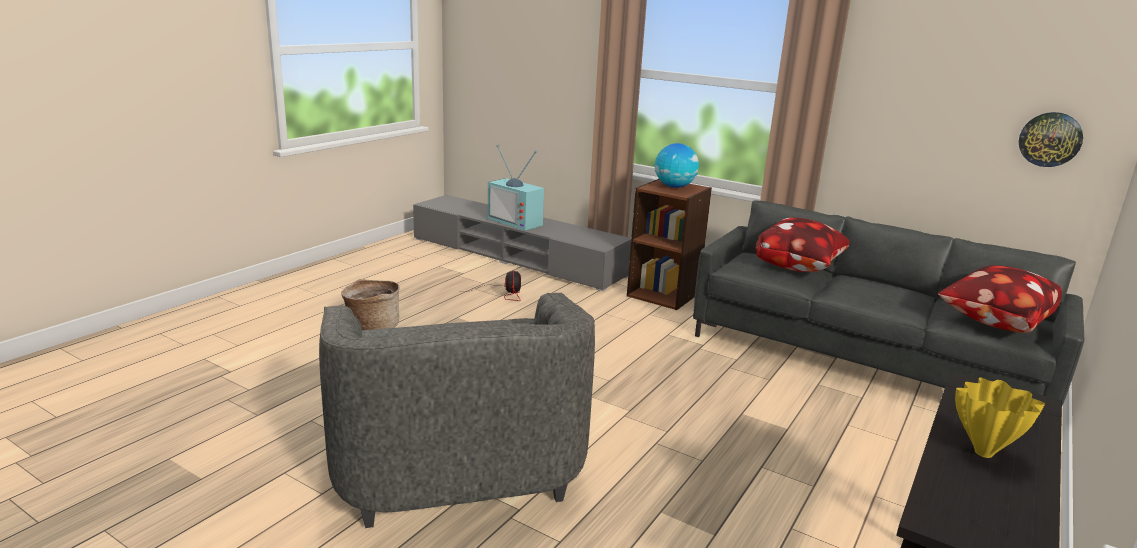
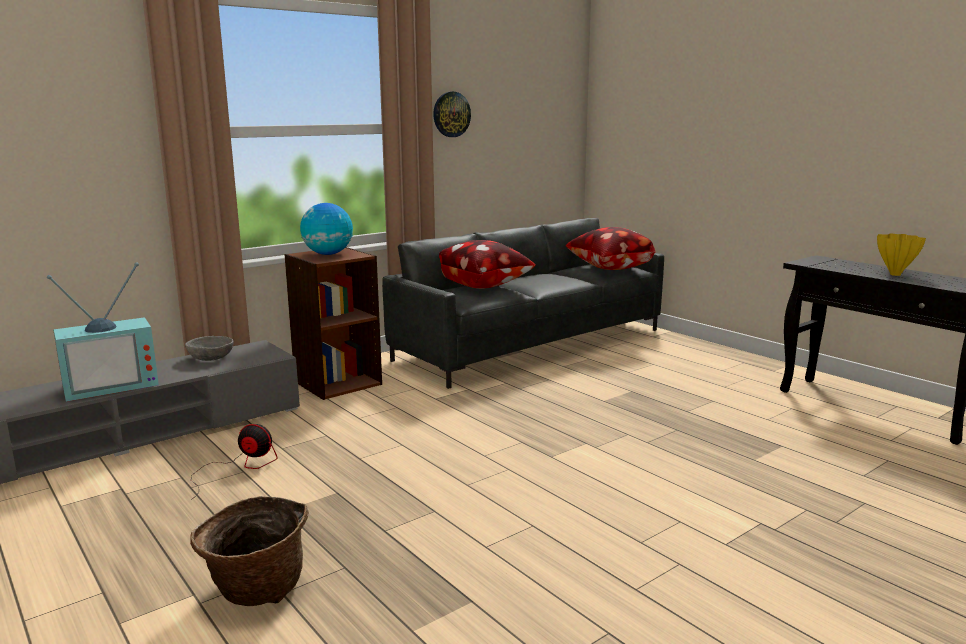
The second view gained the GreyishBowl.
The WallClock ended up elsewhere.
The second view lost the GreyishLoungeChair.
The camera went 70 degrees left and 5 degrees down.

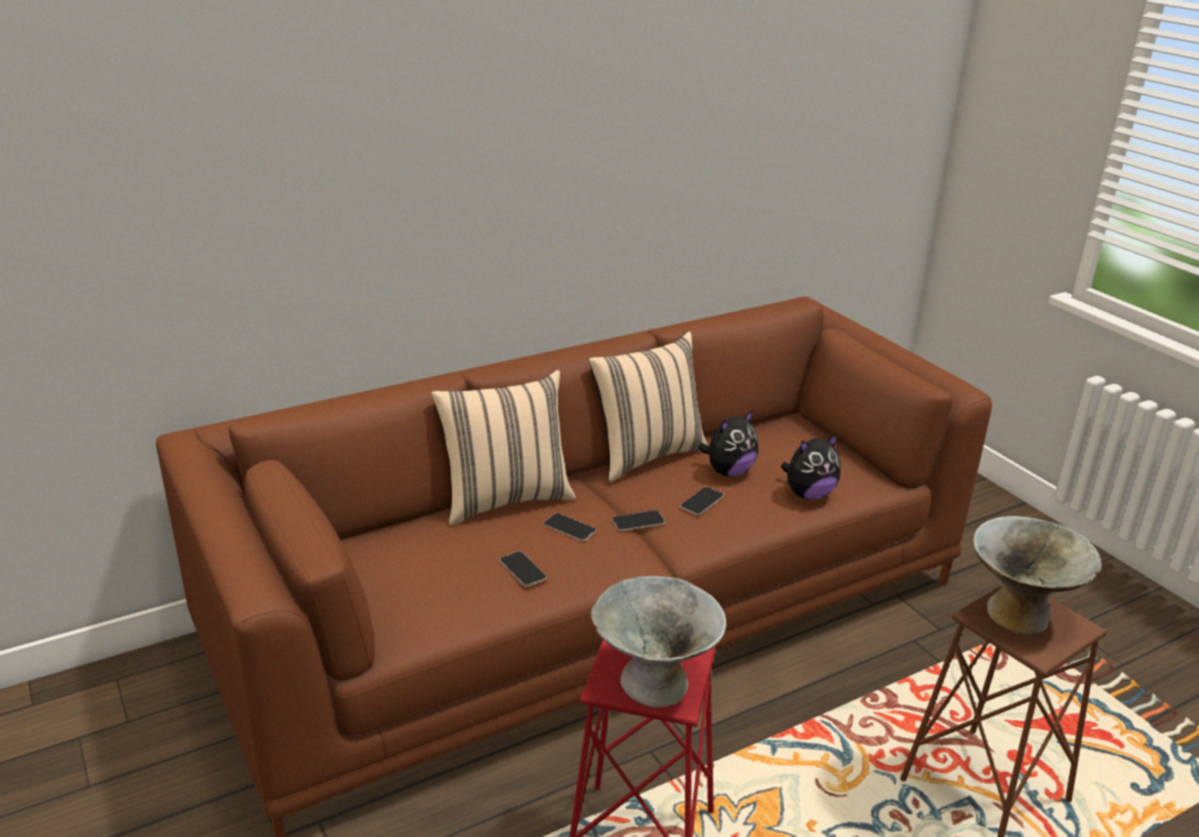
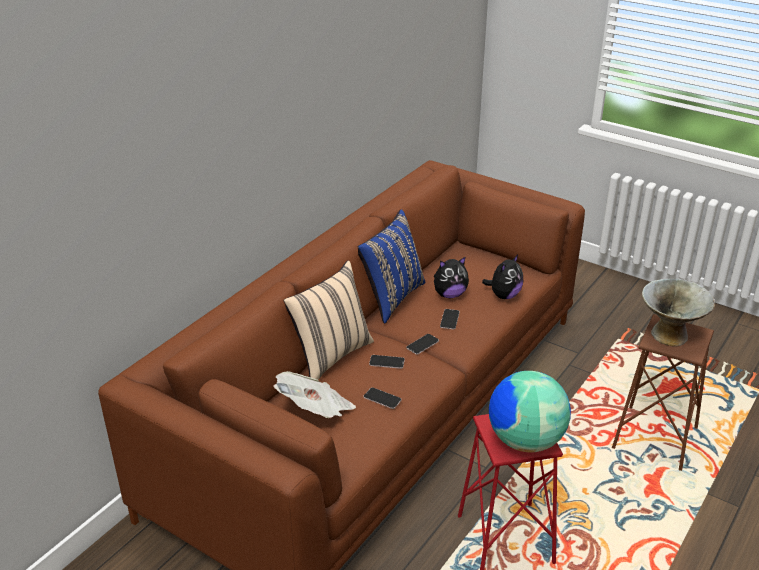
The second view gained the Newspaper.
What was the BeigeCushion (2nd from left) turned into the BlueCushion.
The PlushToy (1st from left) ended up facing another way, 45 degrees clockwise from before.
Where the GreyishBowl (1st from left) stood, the WorldGlobe came to stand.
The camera went 25 degrees left and 5 degrees up.

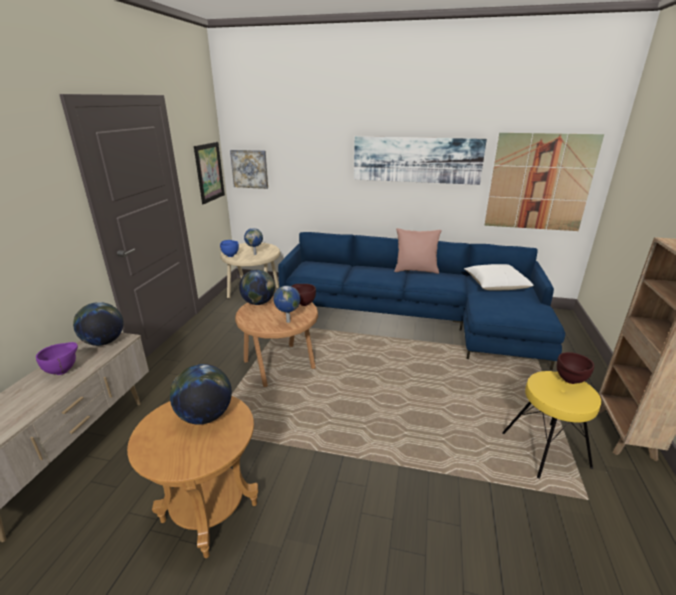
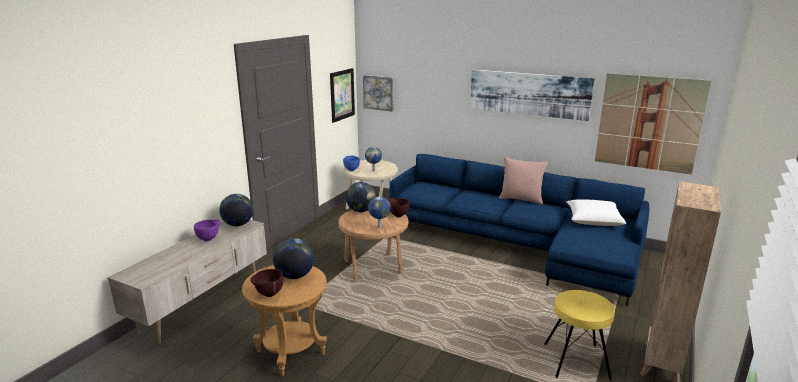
The BrownishBowl (2nd from left in the first image) ended up elsewhere.
The camera went 15 degrees right and 5 degrees down.

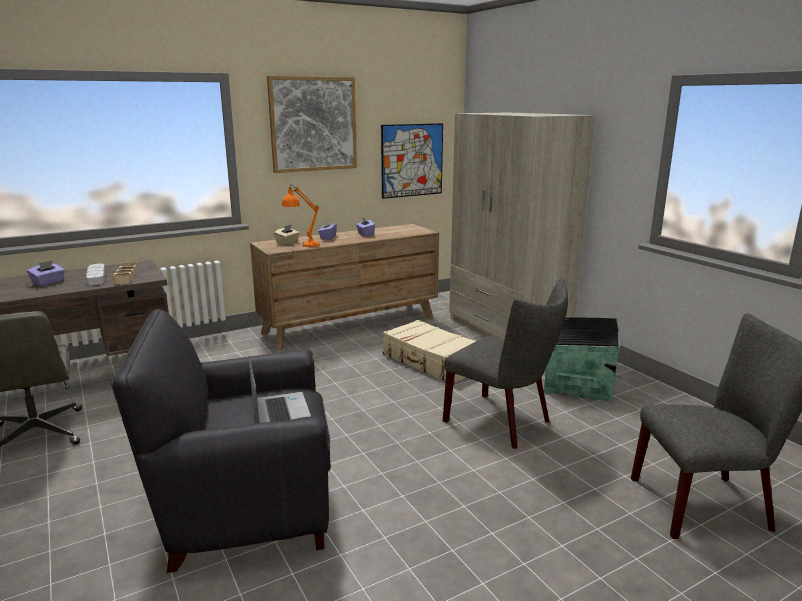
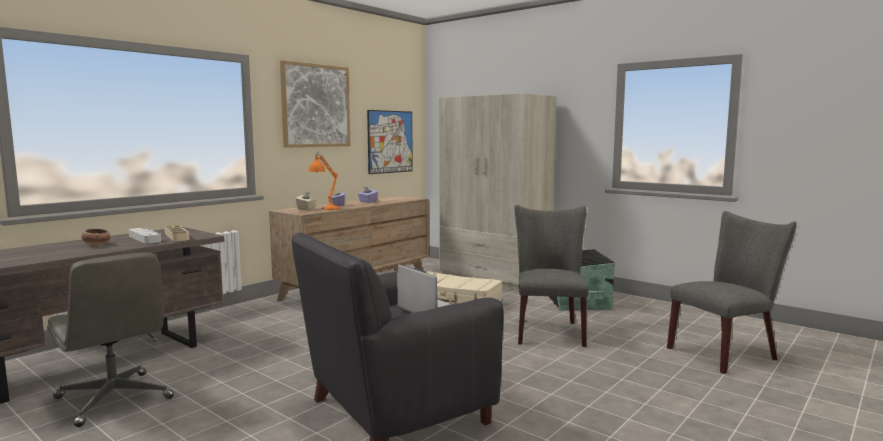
Where the PurpleColouredTissueBox (1st from left) stood, the Bowl came to stand.
The GreyishUprightChair (1st from left) ended up facing another way, 105 degrees counterclockwise from before.
The camera went 20 degrees left and 10 degrees down.

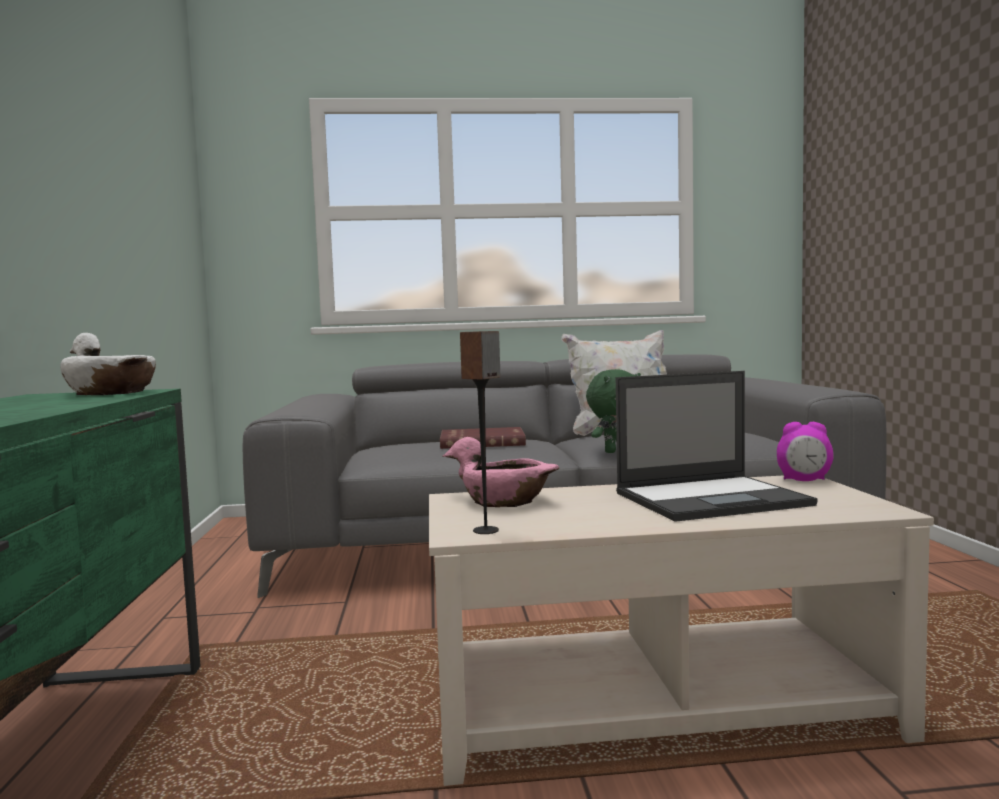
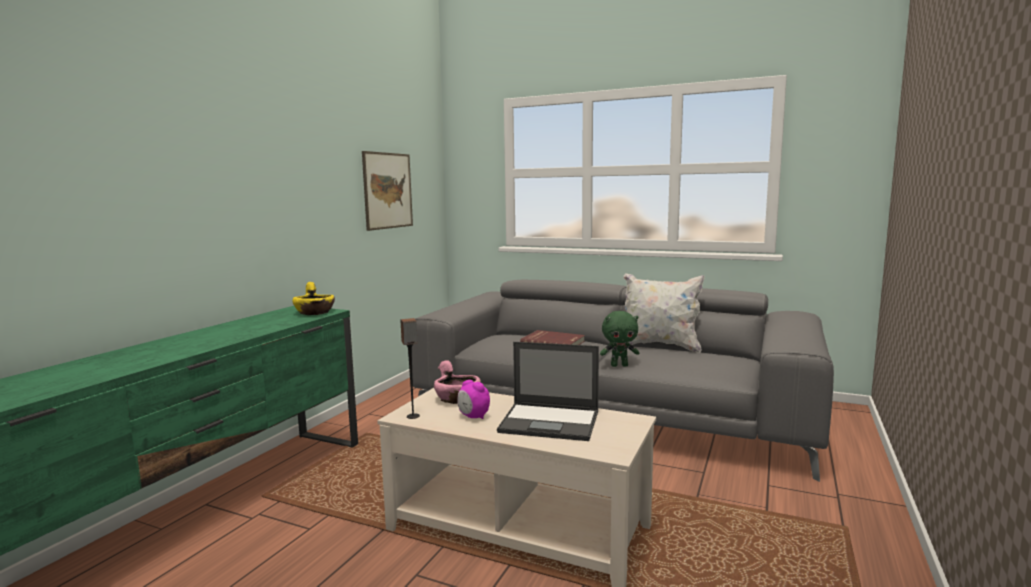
What was the WhiteColouredBowl turned into the YellowBowl.
The second view gained the WallArt.
The AlarmClock ended up elsewhere.
The camera went 30 degrees right and 5 degrees up.

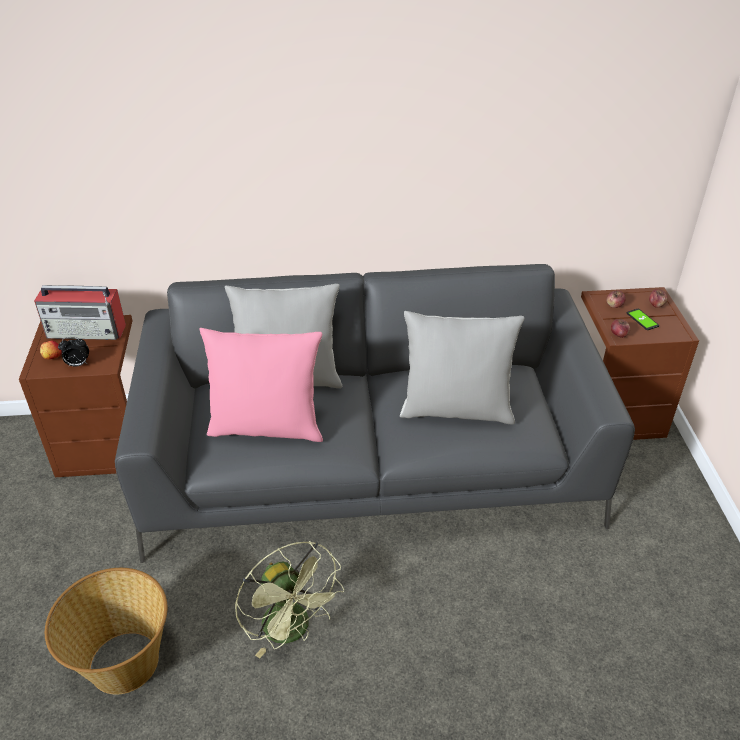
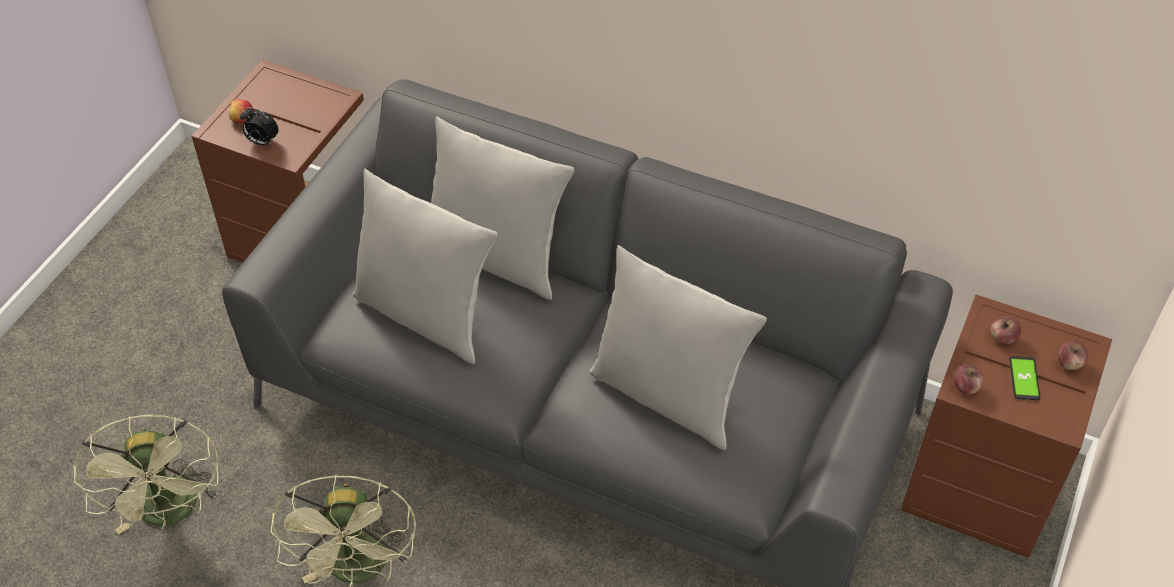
Where the StorageBasket stood, the GreenCoolingFan (1st from left) came to stand.
What was the PinkColouredCushion turned into the GreyishCushion (1st from left).
The second view lost the Radio.
The camera went 30 degrees right and 10 degrees up.

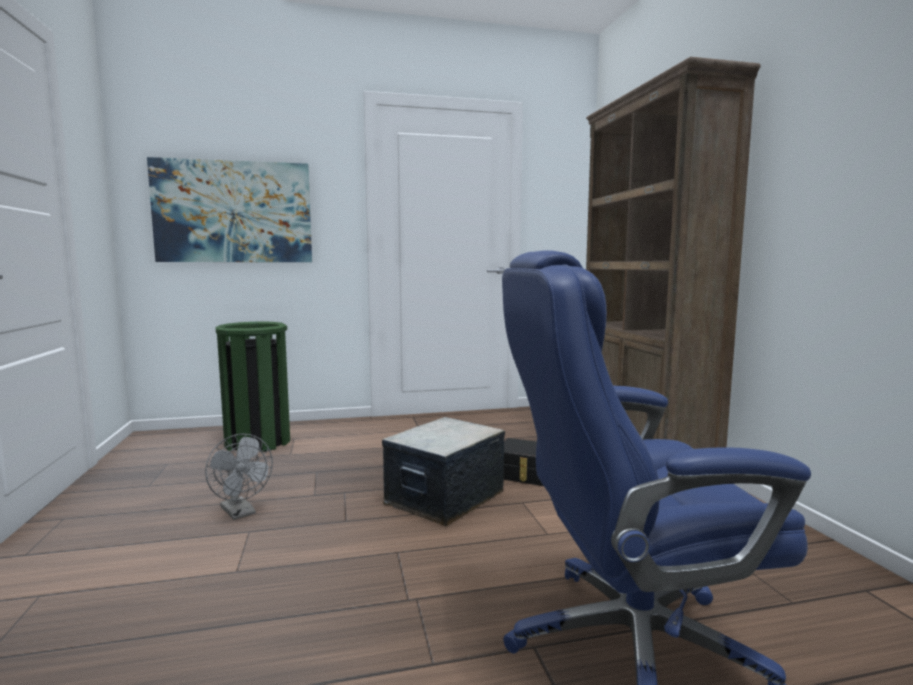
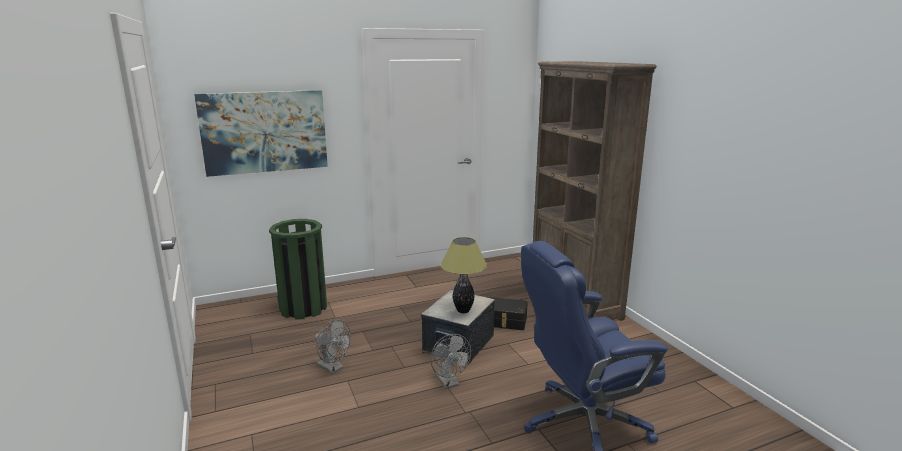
The second view gained the GreyishCoolingFan (2nd from left).
The second view gained the TableLamp.
The camera went 10 degrees left and 10 degrees up.

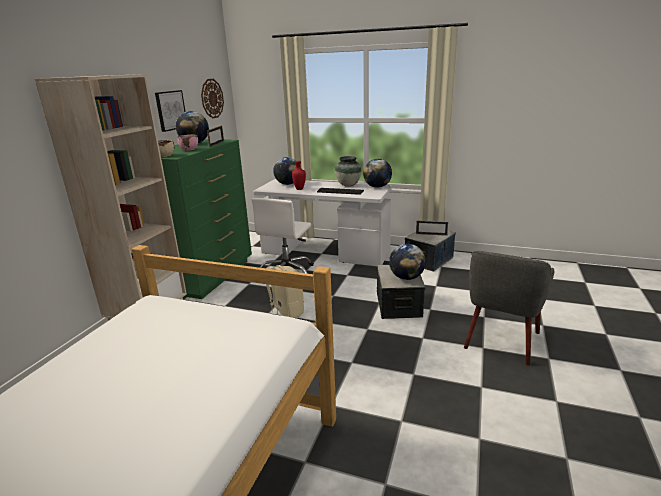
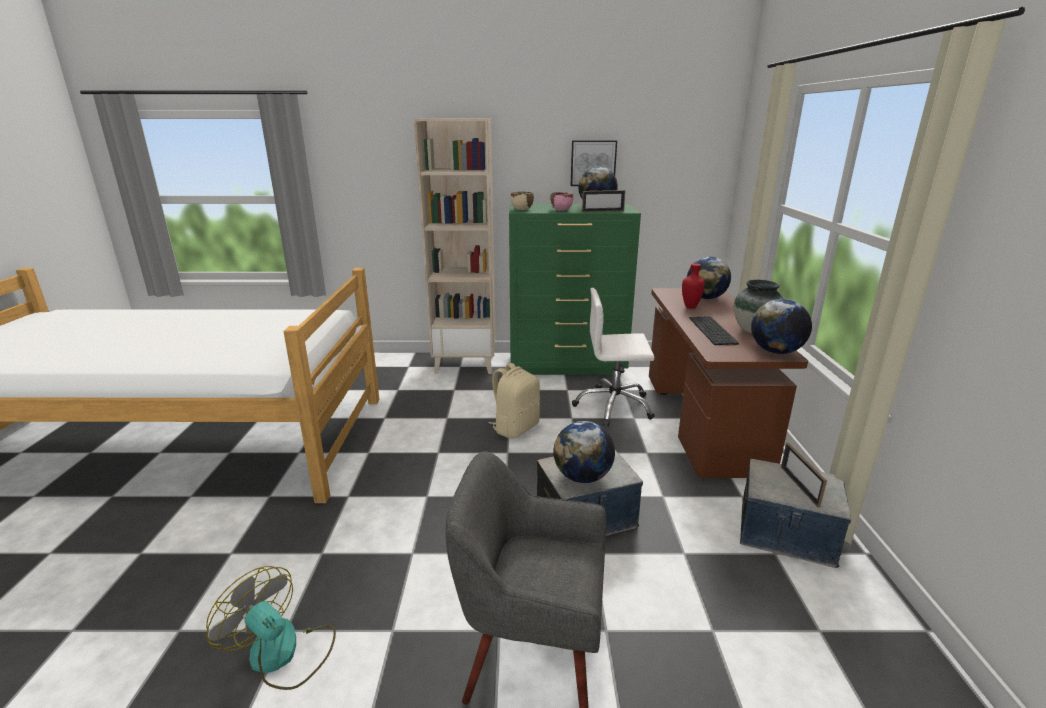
The second view gained the CoolingFan.
What was the WhiteColouredDeskUnit turned into the BrownishDeskUnit.
The second view lost the WallClock.
The camera went 70 degrees right and 0 degrees up.

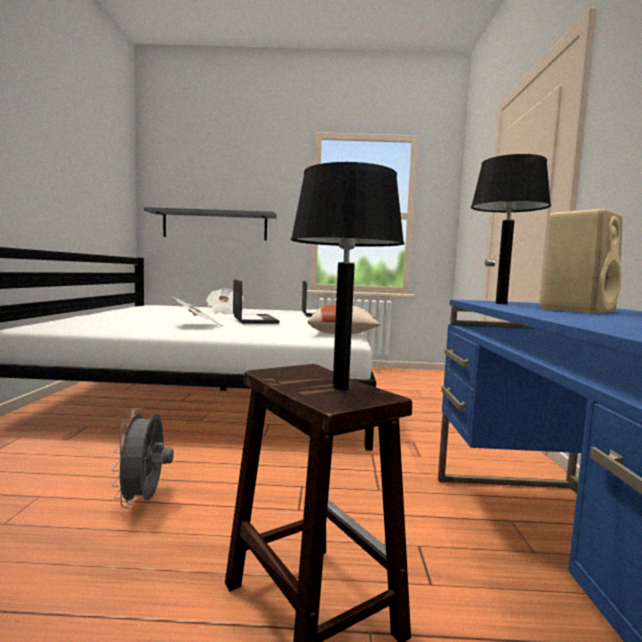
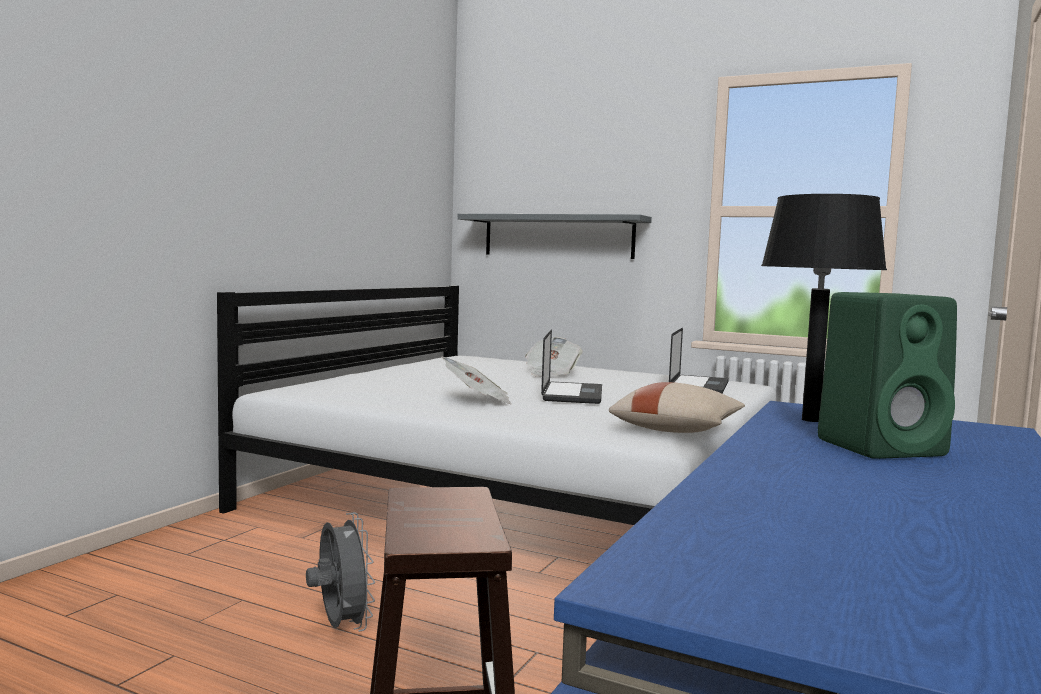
The GreyishCoolingFan ended up facing another way, 135 degrees clockwise from before.
What was the BeigeAudioSpeaker turned into the GreenAudioSpeaker.
The second view lost the BlackishTableLamp (1st from left).
The camera went 25 degrees right and 0 degrees up.

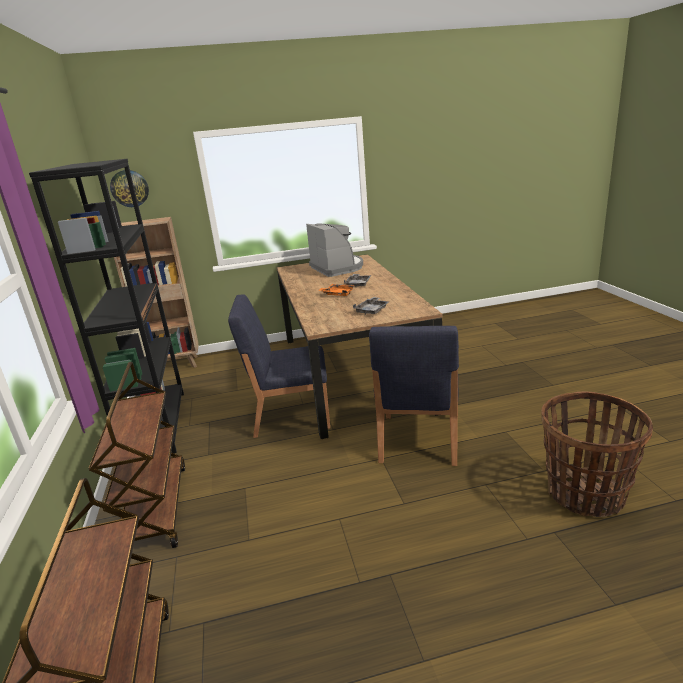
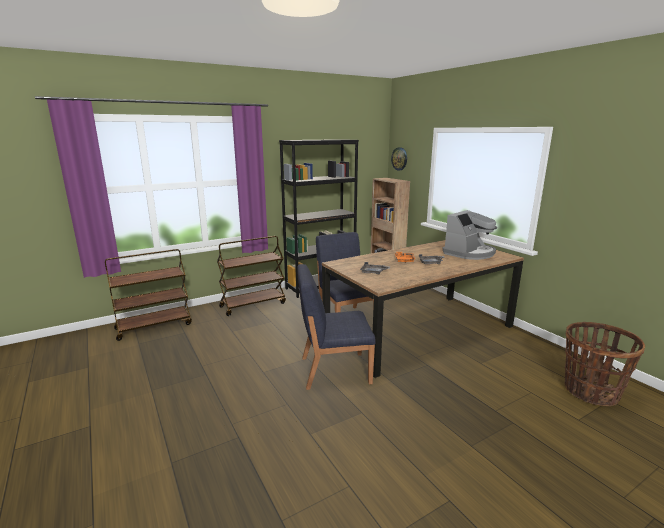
The StorageBasket ended up elsewhere.
The camera went 70 degrees right and 5 degrees down.

